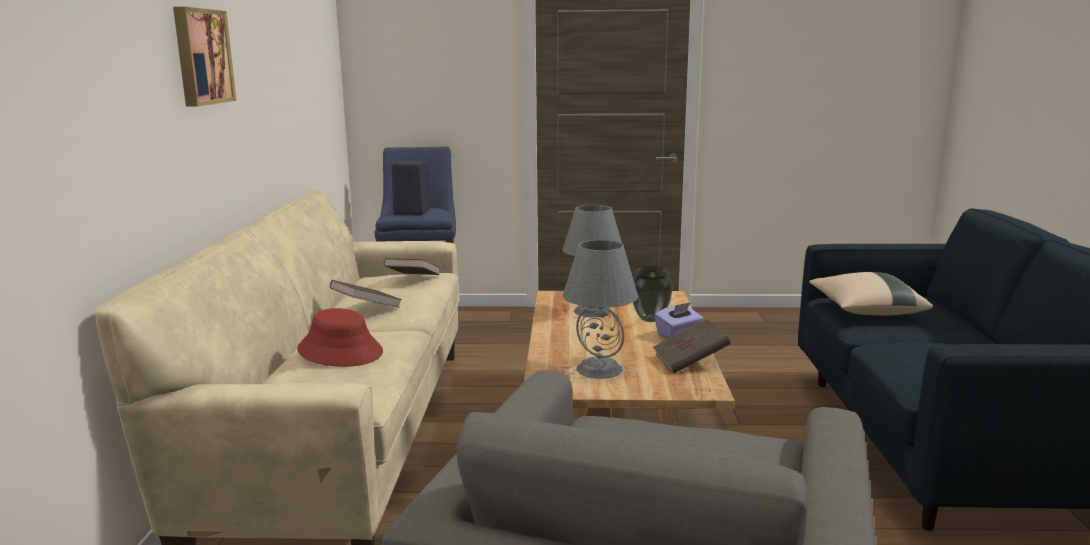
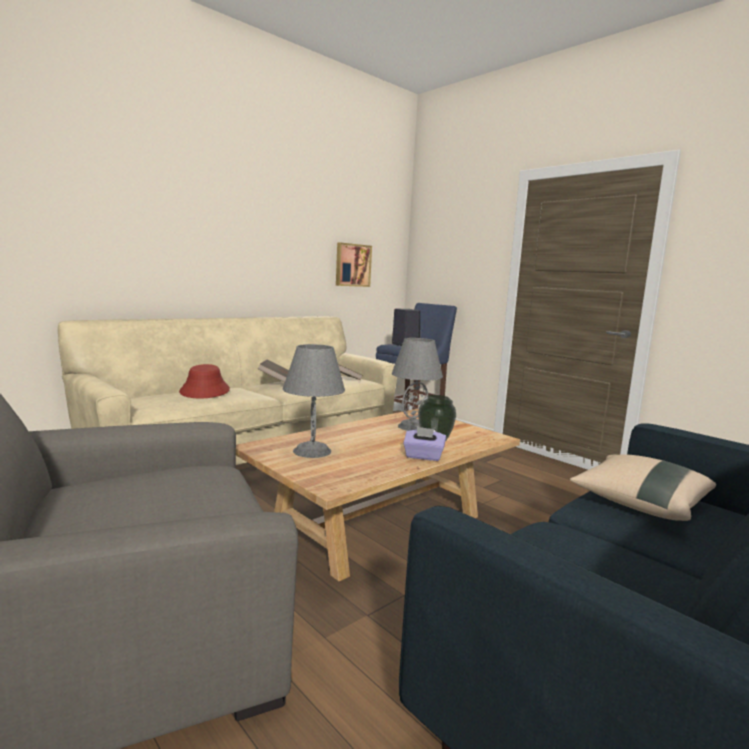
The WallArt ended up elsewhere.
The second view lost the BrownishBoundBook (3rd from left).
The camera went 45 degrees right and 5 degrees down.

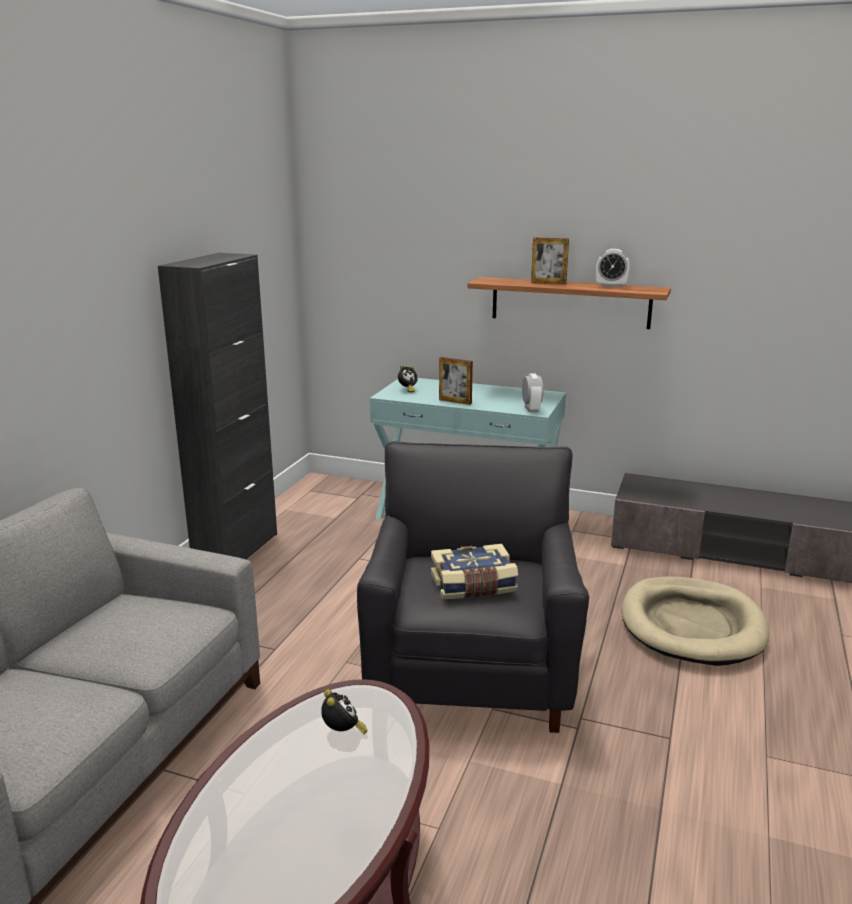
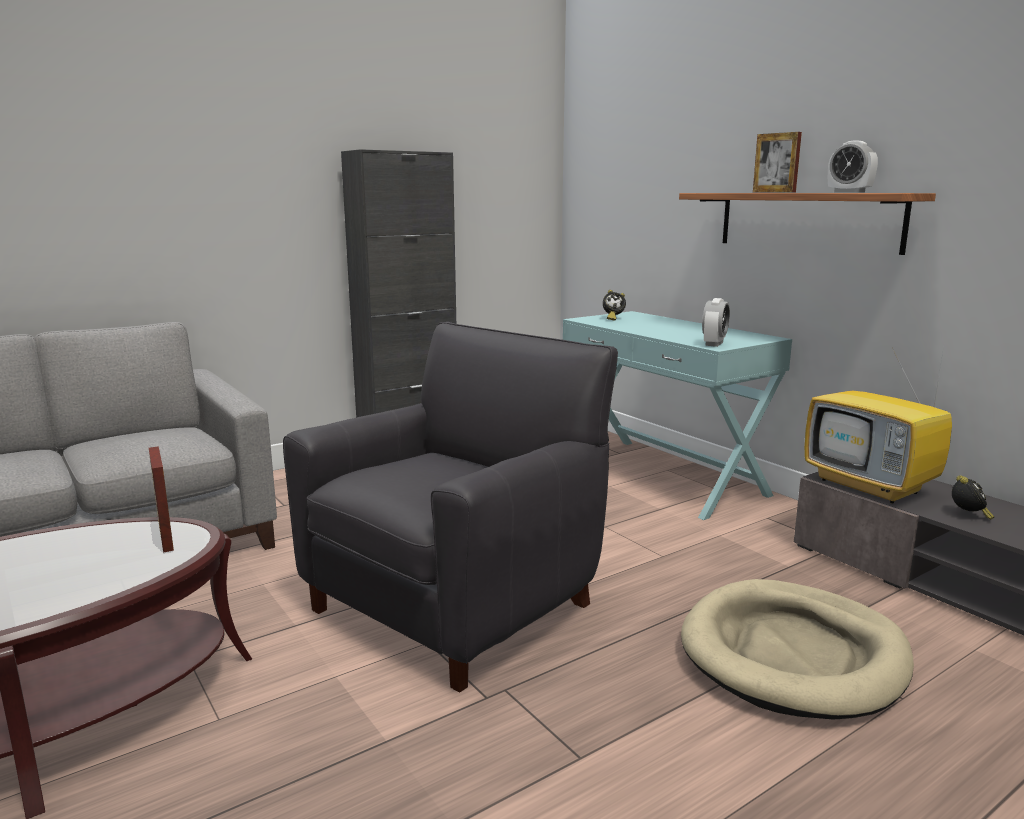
The StandingFrame (1st from left) ended up elsewhere.
The second view gained the Tv.
The AlarmClock (1st from left in the first image) ended up elsewhere.
The second view lost the BoundBook.
The camera went 35 degrees right and 5 degrees down.

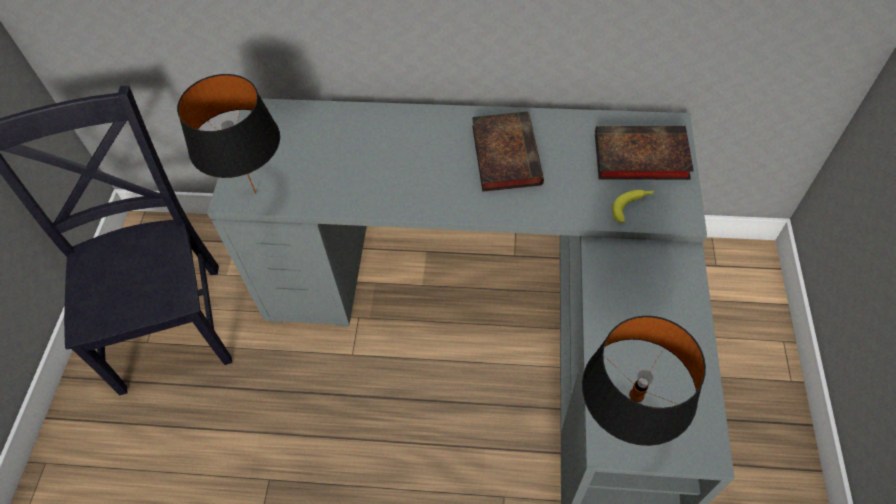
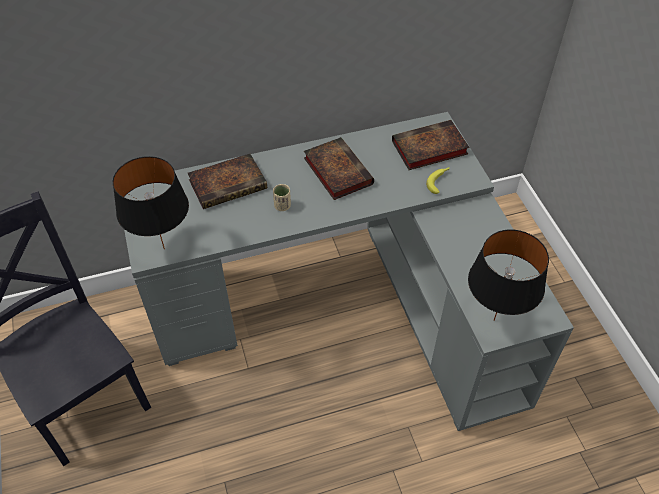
The second view gained the BoundBook (1st from left).
The second view gained the BeigeCup.
The camera went 25 degrees left and 5 degrees down.

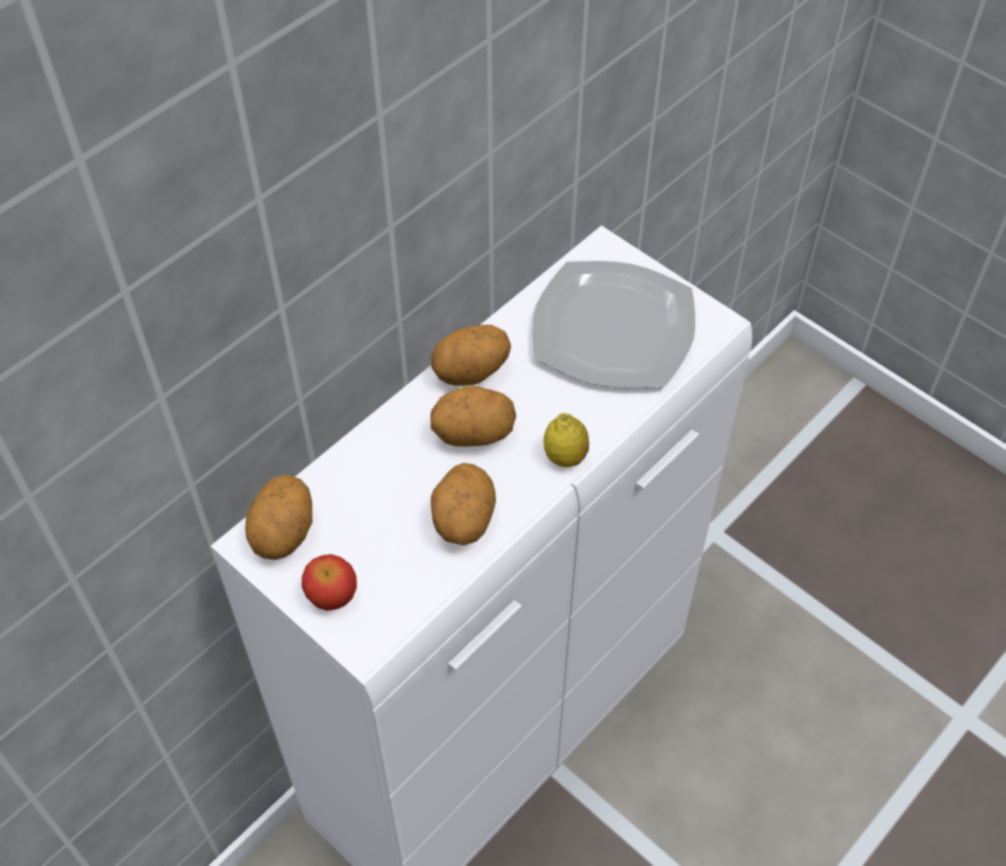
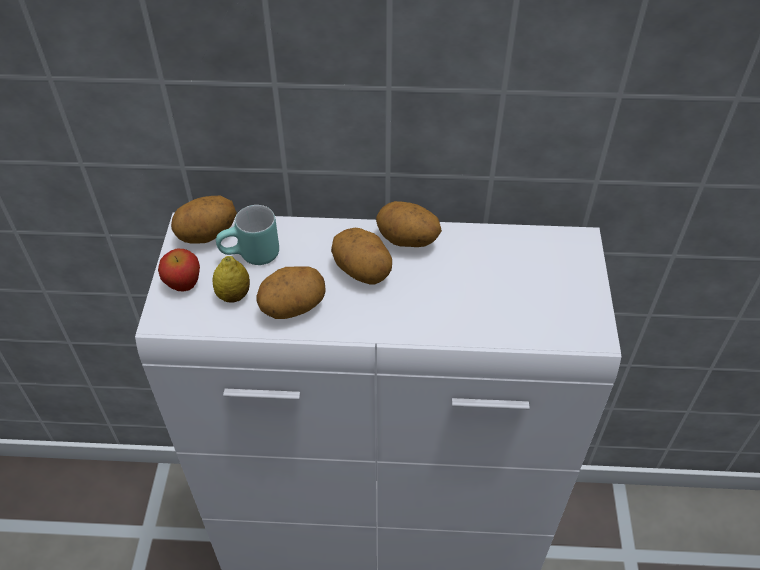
The Lemon ended up elsewhere.
The second view gained the TurquoiseTeaMug.
The second view lost the FlatDish.
The camera went 50 degrees right and 5 degrees down.

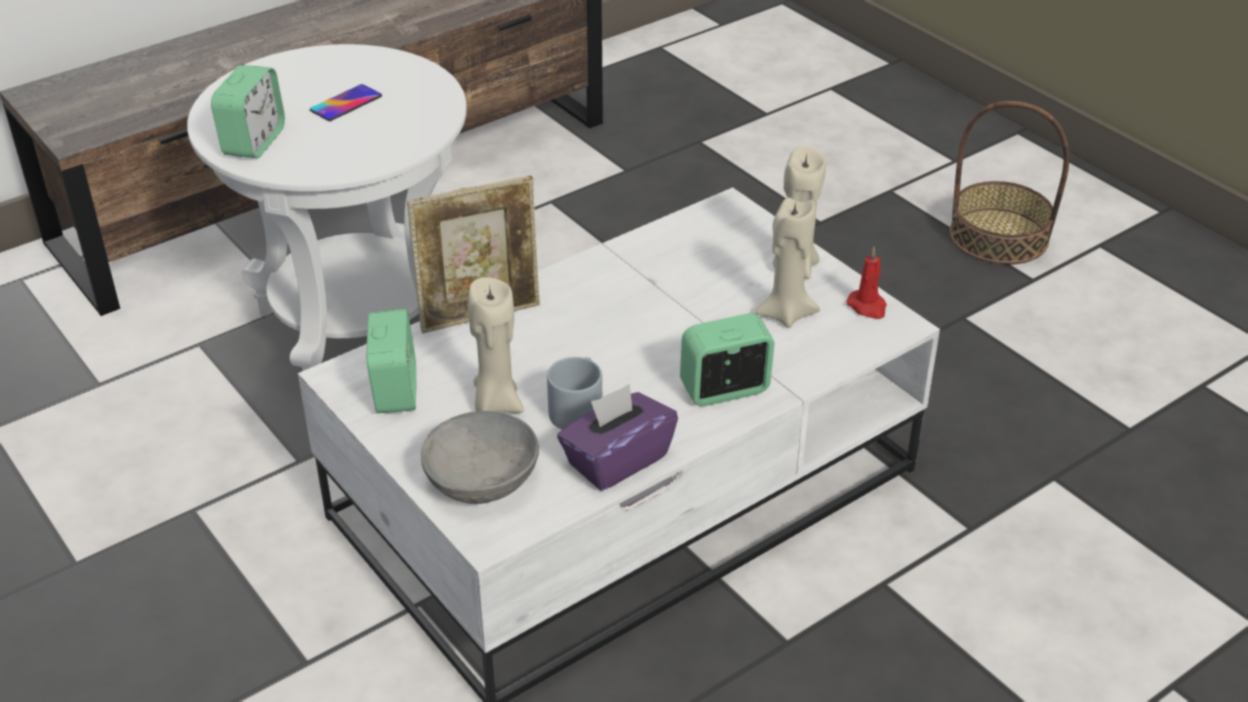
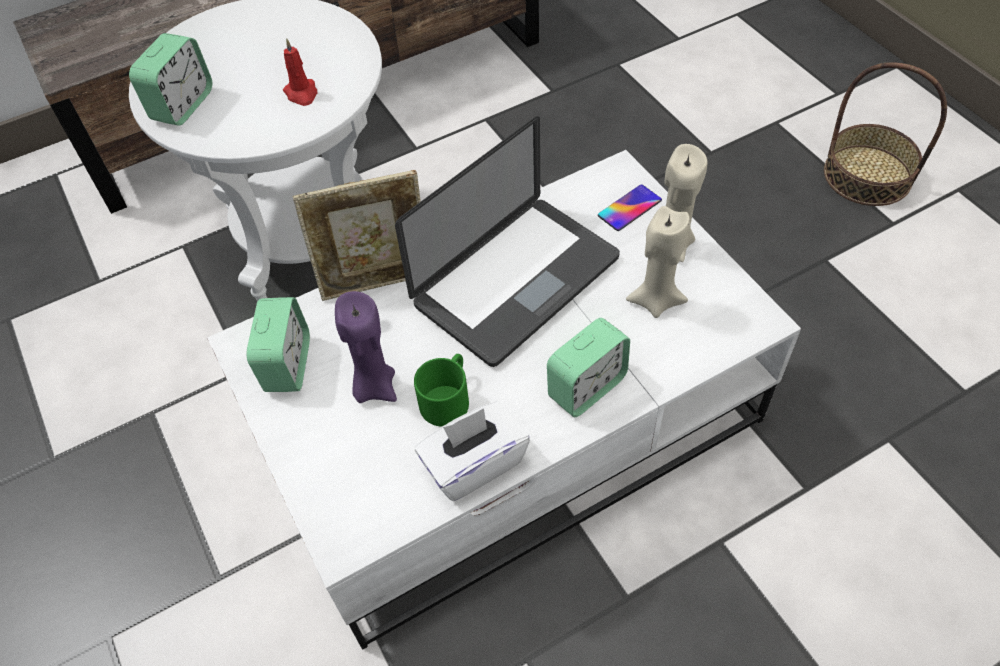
The ReddishCandle ended up elsewhere.
What was the BeigeCandle (1st from left) turned into the PurpleColouredCandle.
The second view gained the PortableComputer.
What was the GreyishTeaMug turned into the GreenTeaMug.
What was the PurpleColouredTissueBox turned into the WhiteColouredTissueBox.
The AlarmClock (3rd from left) ended up facing another way, 150 degrees clockwise from before.
The Phone ended up elsewhere.
The second view lost the GreyishBowl.
The camera went 10 degrees right and 15 degrees up.

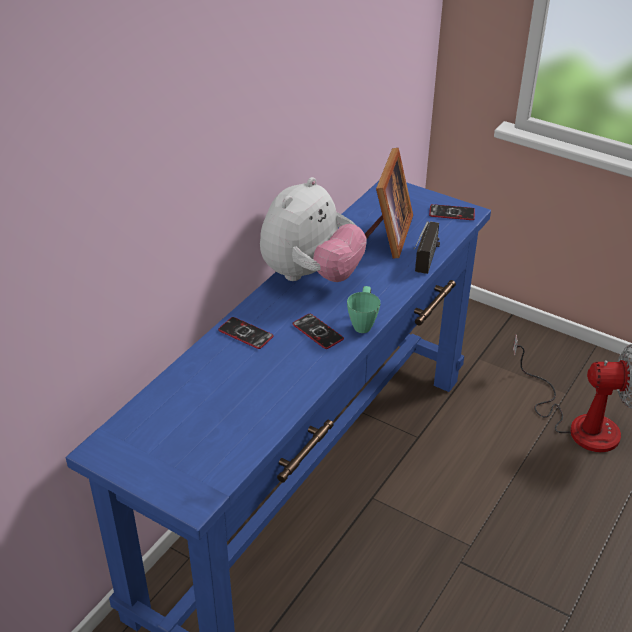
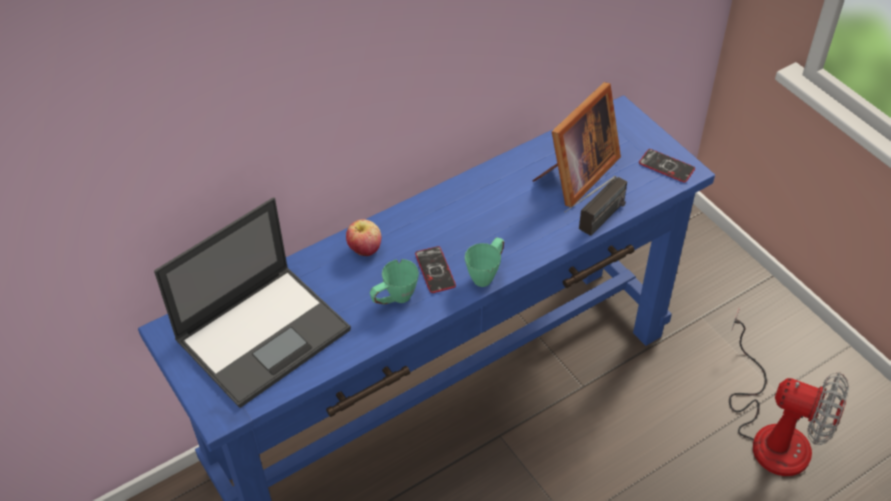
The second view gained the PortableComputer.
Where the Phone (1st from left) stood, the AppleFruit came to stand.
The second view gained the GreenTeaMug (1st from left).
The second view lost the PlushToy.
The camera went 25 degrees right and 10 degrees up.

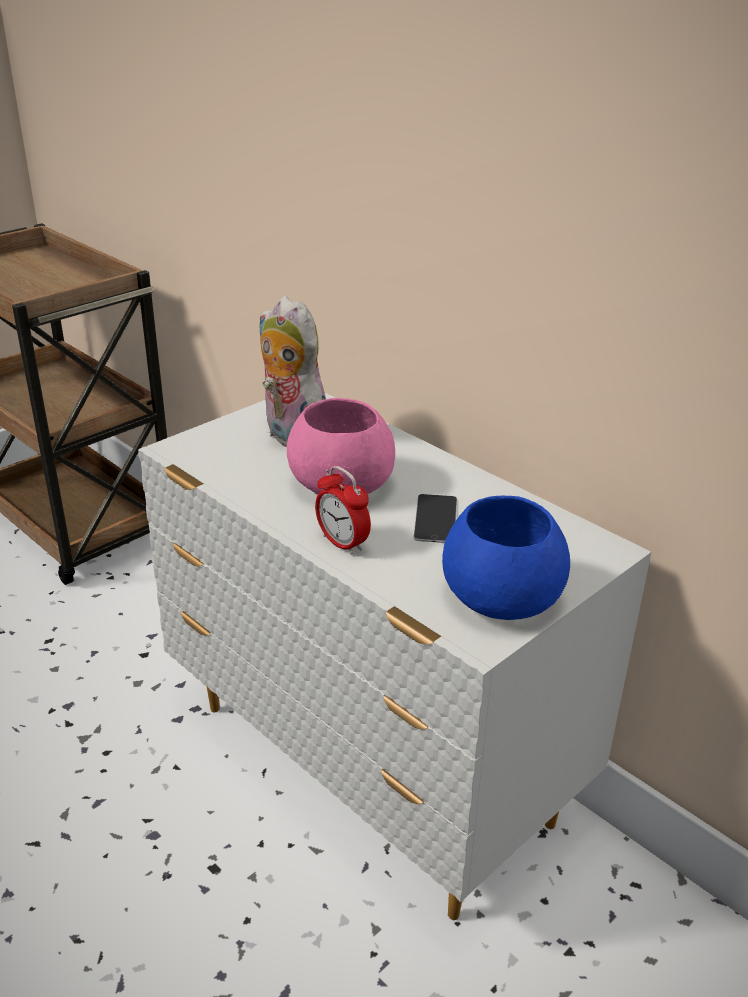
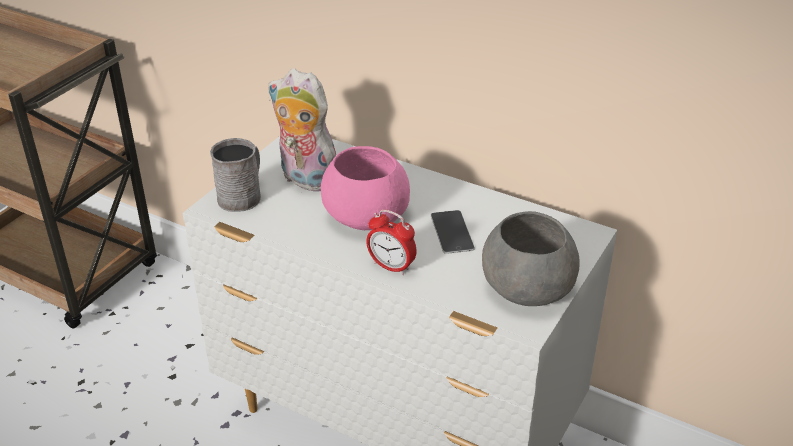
The second view gained the GreyishTeaMug.
What was the BlueBowl turned into the GreyishBowl.
The camera went 15 degrees left and 5 degrees up.

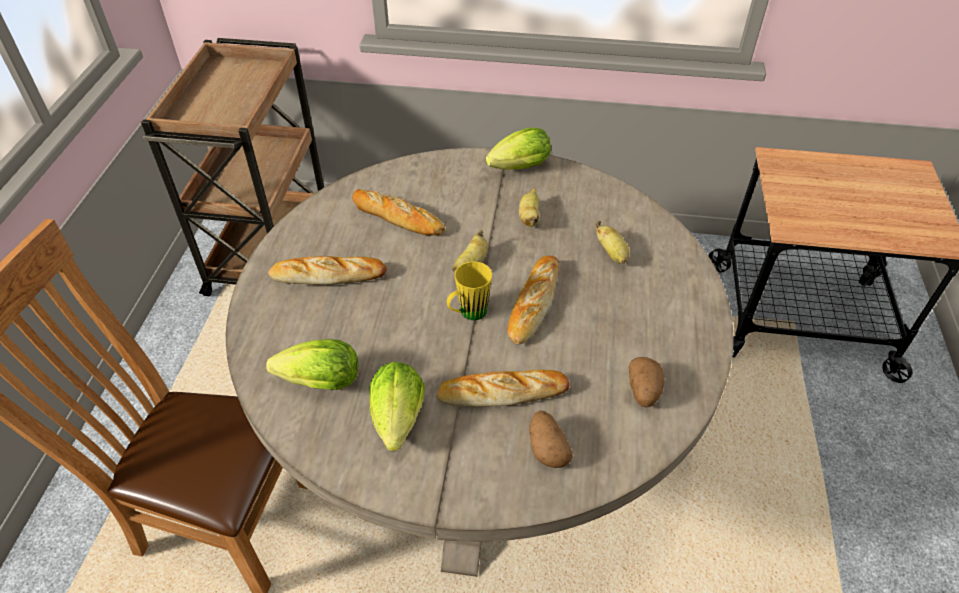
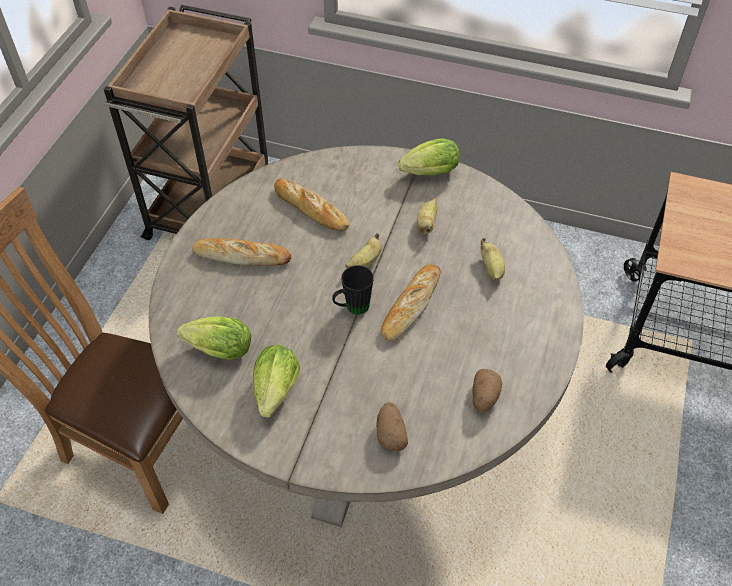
What was the YellowTeaMug turned into the BlackishTeaMug.
The second view lost the Bread (3rd from left).
The camera went 10 degrees right and 5 degrees up.

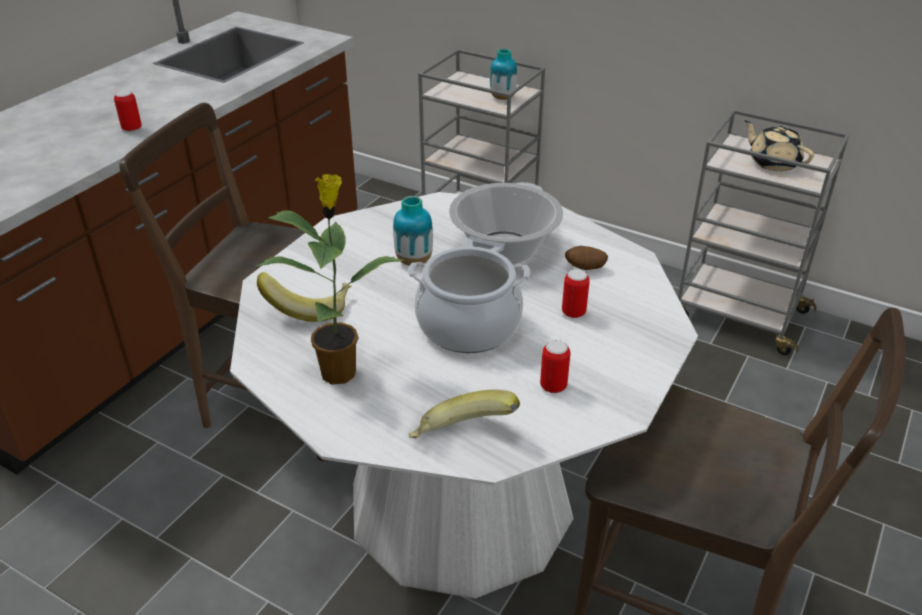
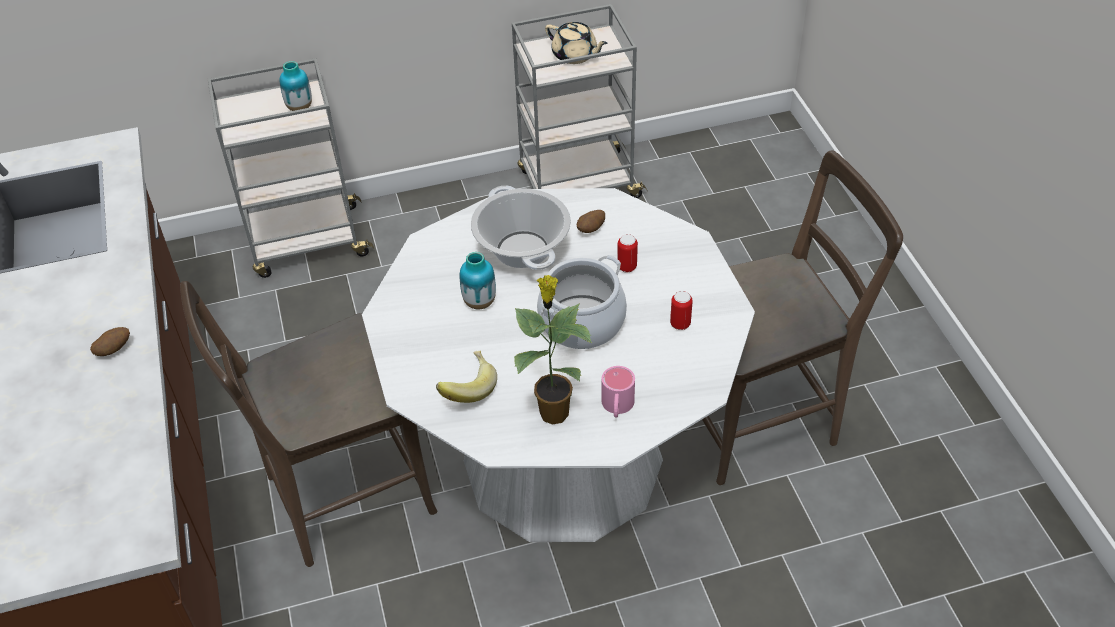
Where the Can (1st from left) stood, the Spud (1st from left) came to stand.
The BeigePotForTea ended up facing another way, 150 degrees counterclockwise from before.
The second view gained the PinkColouredTeaMug.
The second view lost the BananaFruit (2nd from left).
The camera went 45 degrees left and 10 degrees up.

